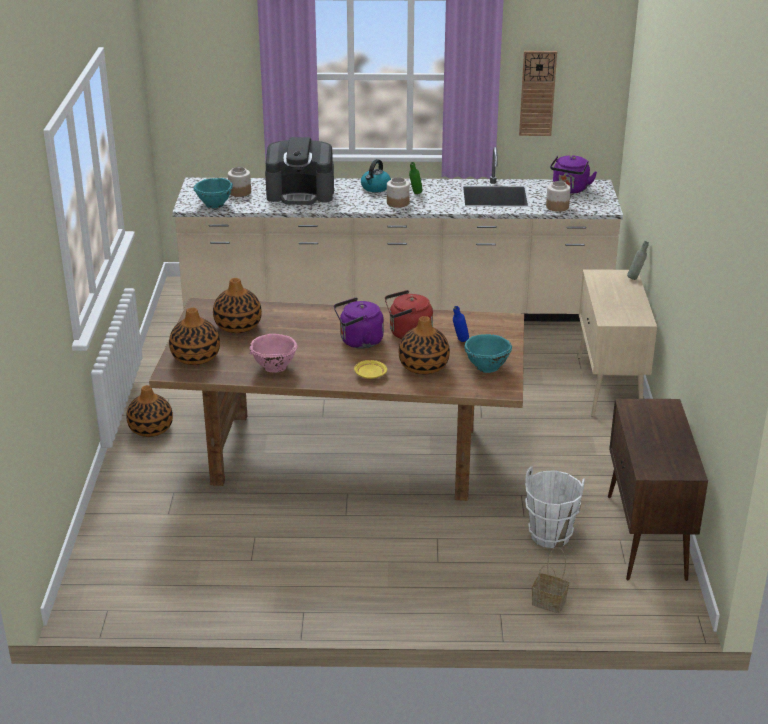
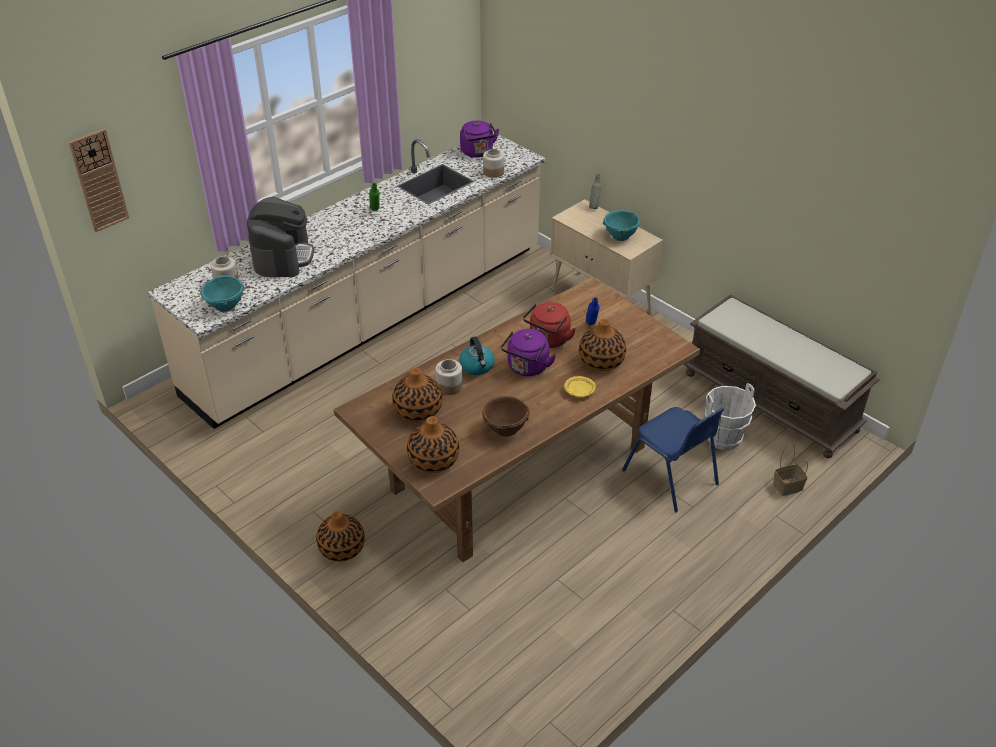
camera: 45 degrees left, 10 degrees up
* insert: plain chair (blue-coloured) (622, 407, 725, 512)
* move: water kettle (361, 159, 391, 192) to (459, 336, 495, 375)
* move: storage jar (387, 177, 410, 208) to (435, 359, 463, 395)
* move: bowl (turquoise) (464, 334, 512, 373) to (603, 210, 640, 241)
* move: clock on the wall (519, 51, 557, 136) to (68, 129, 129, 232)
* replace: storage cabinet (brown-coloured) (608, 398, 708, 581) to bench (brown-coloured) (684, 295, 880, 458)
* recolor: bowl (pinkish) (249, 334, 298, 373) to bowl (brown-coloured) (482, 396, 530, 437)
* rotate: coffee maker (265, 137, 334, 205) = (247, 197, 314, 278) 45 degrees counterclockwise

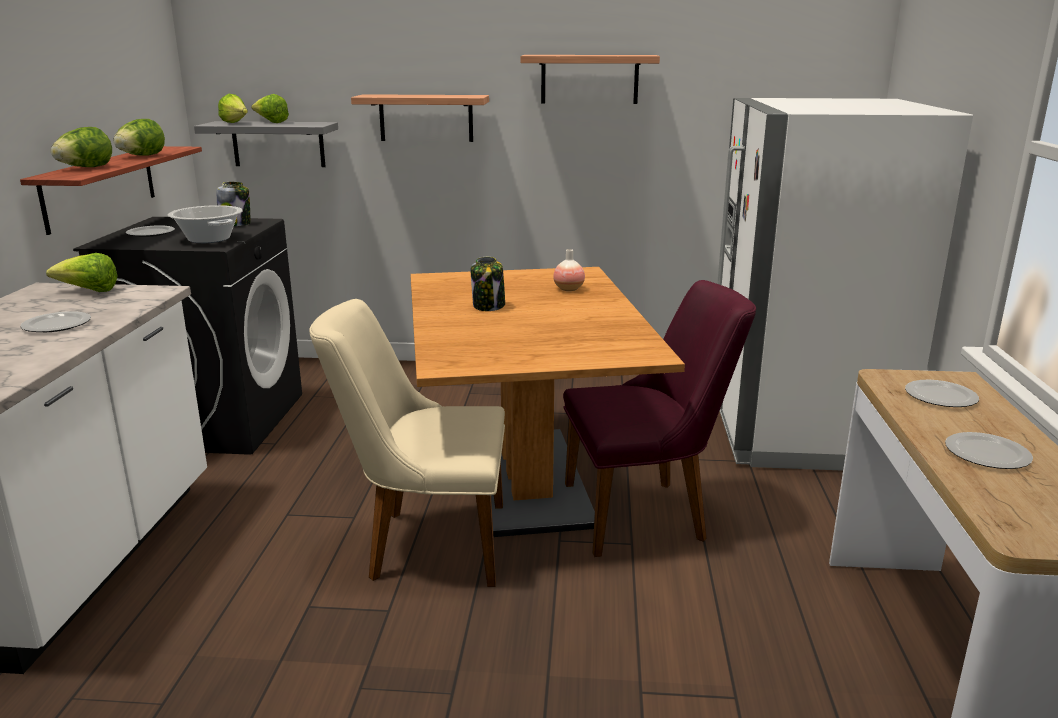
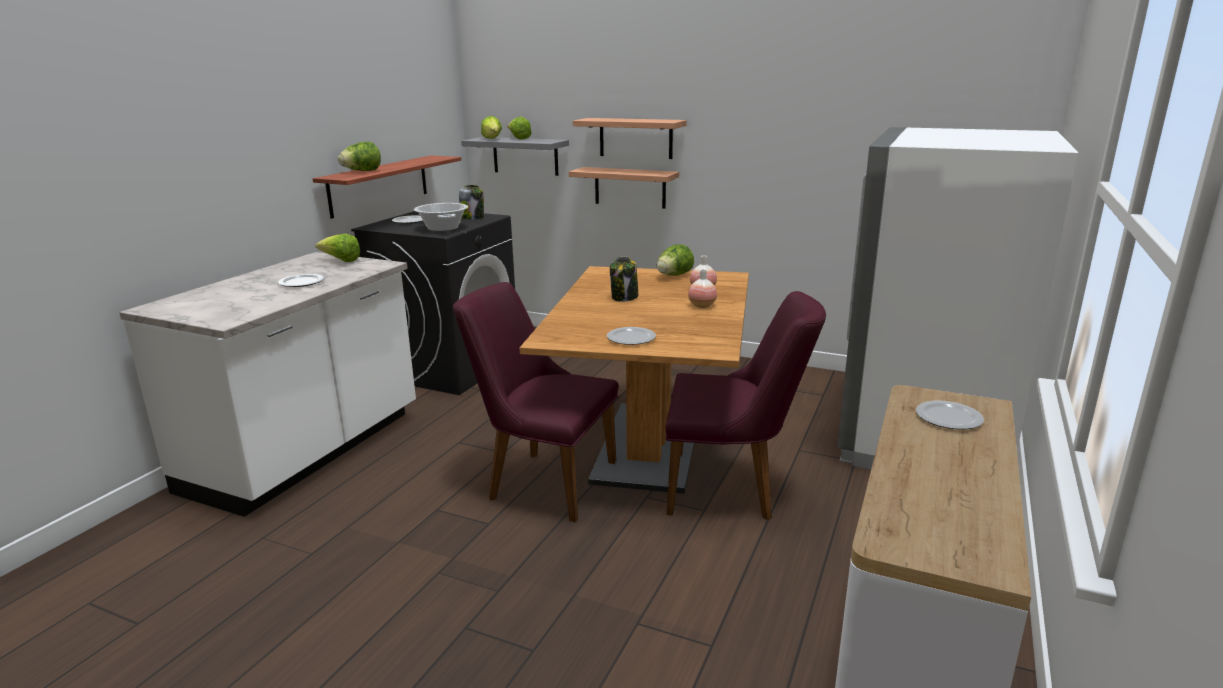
camera: 20 degrees right, 0 degrees up
* insert: decorative vase (688, 269, 717, 308)
* move: head of lettuce (114, 119, 165, 156) to (657, 244, 694, 276)
* move: shelf (520, 55, 660, 104) to (569, 167, 679, 209)
* move: dinner plate (945, 432, 1033, 469) to (607, 327, 656, 345)
* recolor: plain chair (beige) (309, 299, 505, 587) to plain chair (purplish) (453, 282, 619, 522)

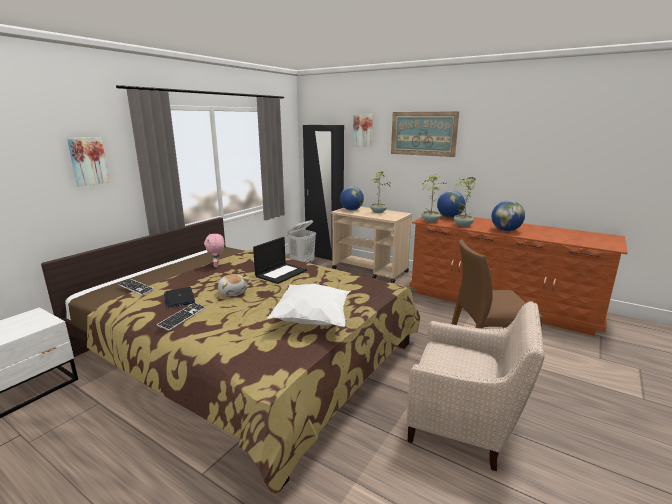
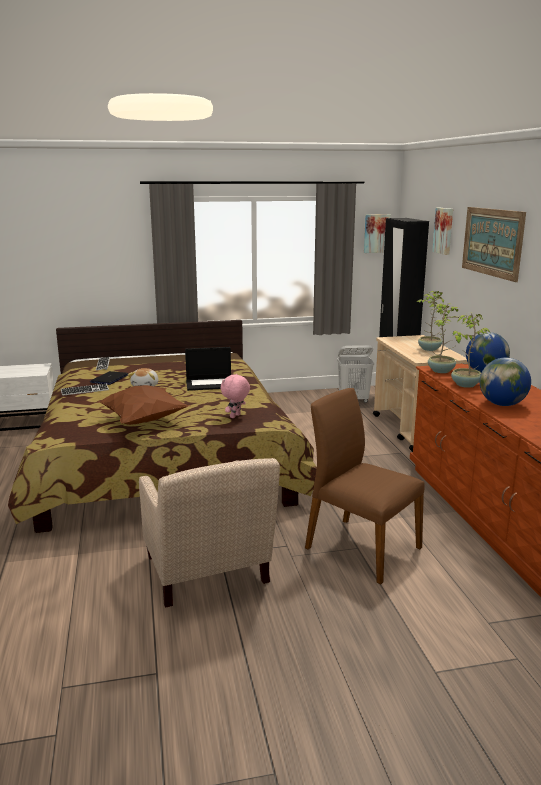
camera: 45 degrees right, 0 degrees up
* delete: world globe (340, 186, 364, 211)
* move: wall art (67, 137, 110, 186) to (364, 214, 390, 253)
* move: cuddly toy (pinkish) (204, 234, 224, 267) to (221, 374, 250, 418)
* recolor: throw pillow (white-coloured) (267, 284, 350, 327) to throw pillow (brown-coloured) (98, 385, 190, 425)

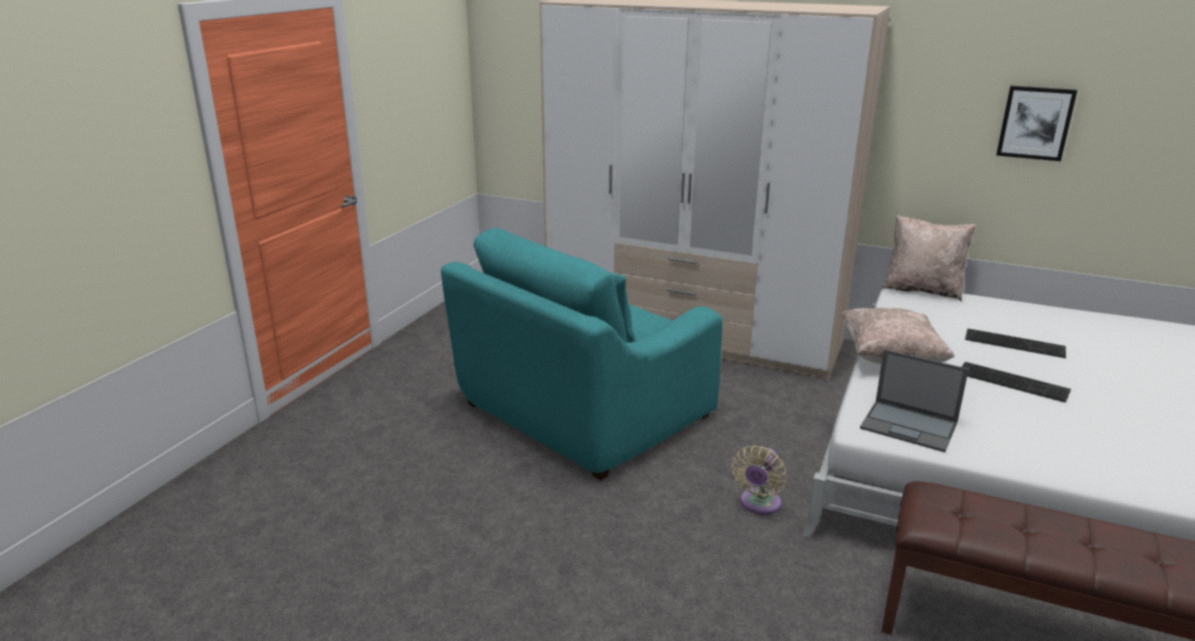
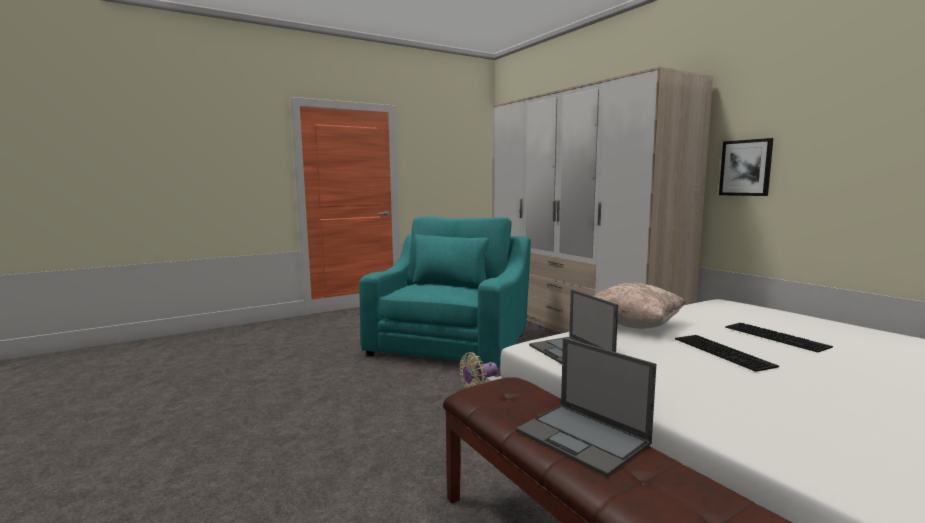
camera: 35 degrees right, 15 degrees down
* delete: throw pillow (beige) (882, 215, 976, 301)
* insert: portable computer (516, 338, 656, 477)
* move: wall art (996, 85, 1077, 161) to (719, 138, 773, 196)
* rotate: armchair (turquoise) (441, 227, 723, 481) = (359, 216, 531, 369) 120 degrees clockwise

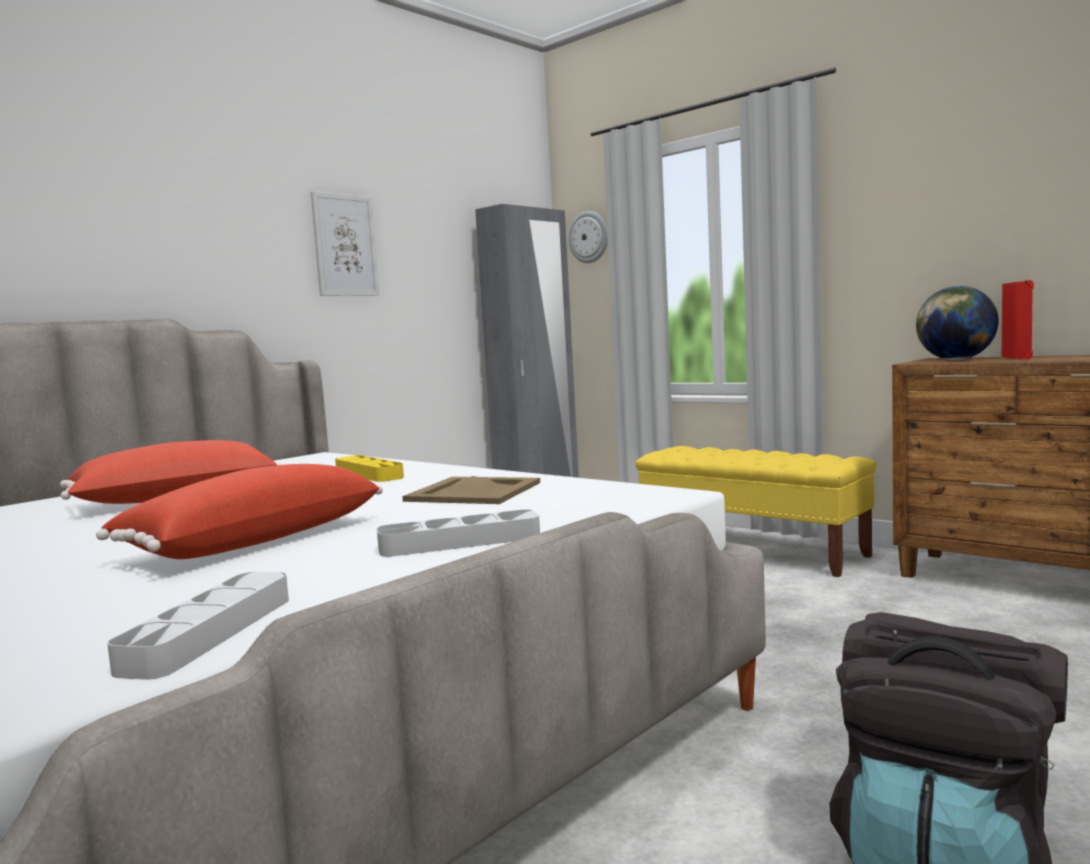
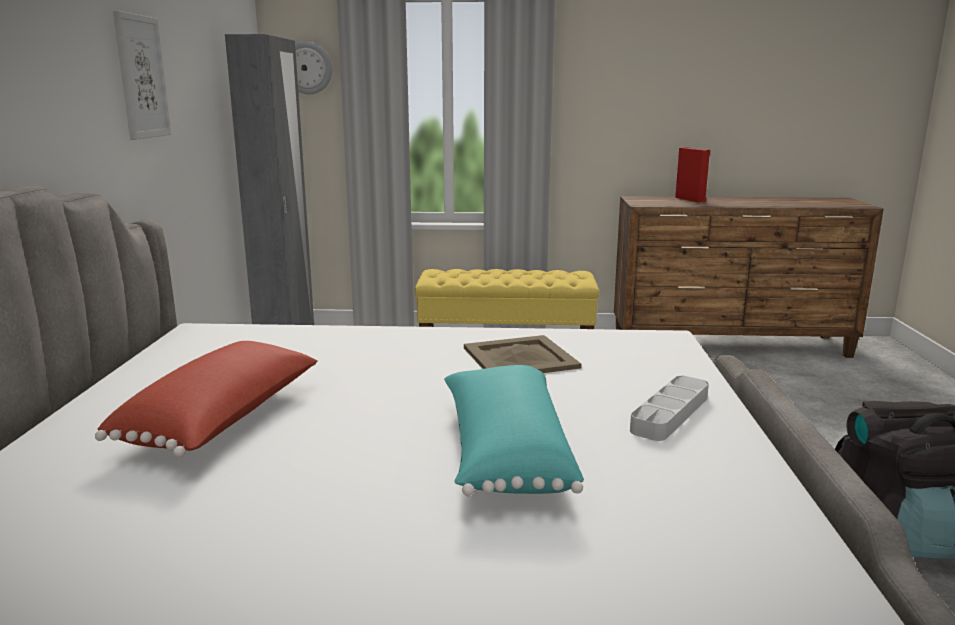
camera: 40 degrees left, 10 degrees up
* delete: serving tray (greyish) (107, 572, 289, 680)
* delete: serving tray (yellow-coloured) (335, 455, 404, 482)
* delete: world globe (916, 286, 999, 360)
* recolor: throw pillow (red) (96, 464, 383, 559) to throw pillow (turquoise) (444, 365, 584, 496)

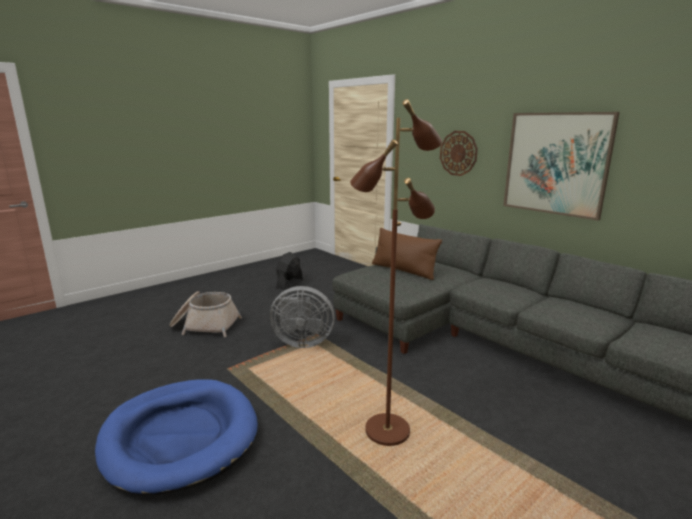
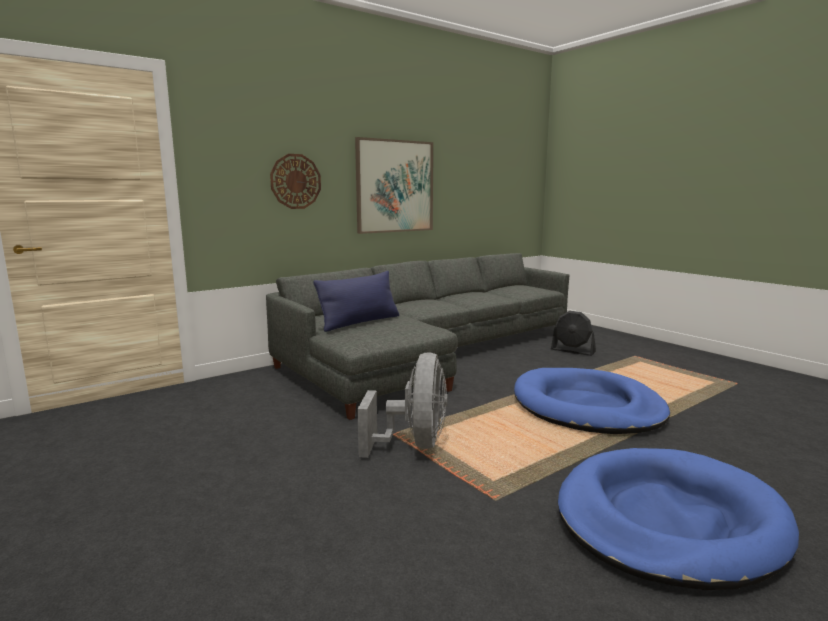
camera: 85 degrees left, 5 degrees down
* delete: storage basket (169, 291, 242, 337)
* move: fan (blackish) (276, 252, 303, 290) to (551, 311, 596, 356)
* replace: floor lamp (brown-coloured) (350, 99, 442, 446) to dog cushion (blue-coloured) (514, 368, 670, 434)
* recolor: throw pillow (brown-coloured) (372, 228, 442, 280) to throw pillow (blue-coloured) (313, 271, 399, 332)

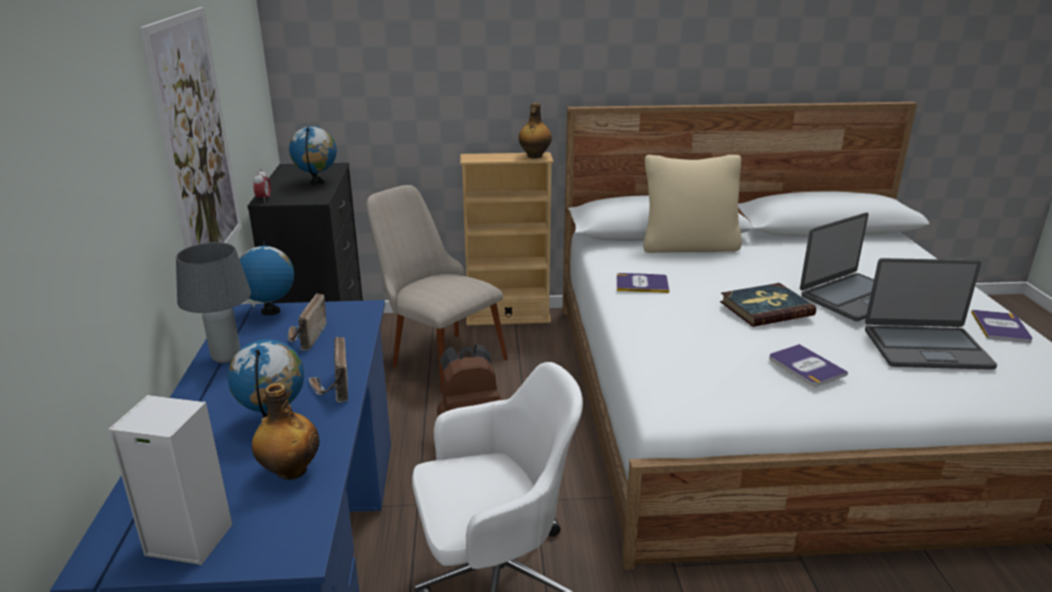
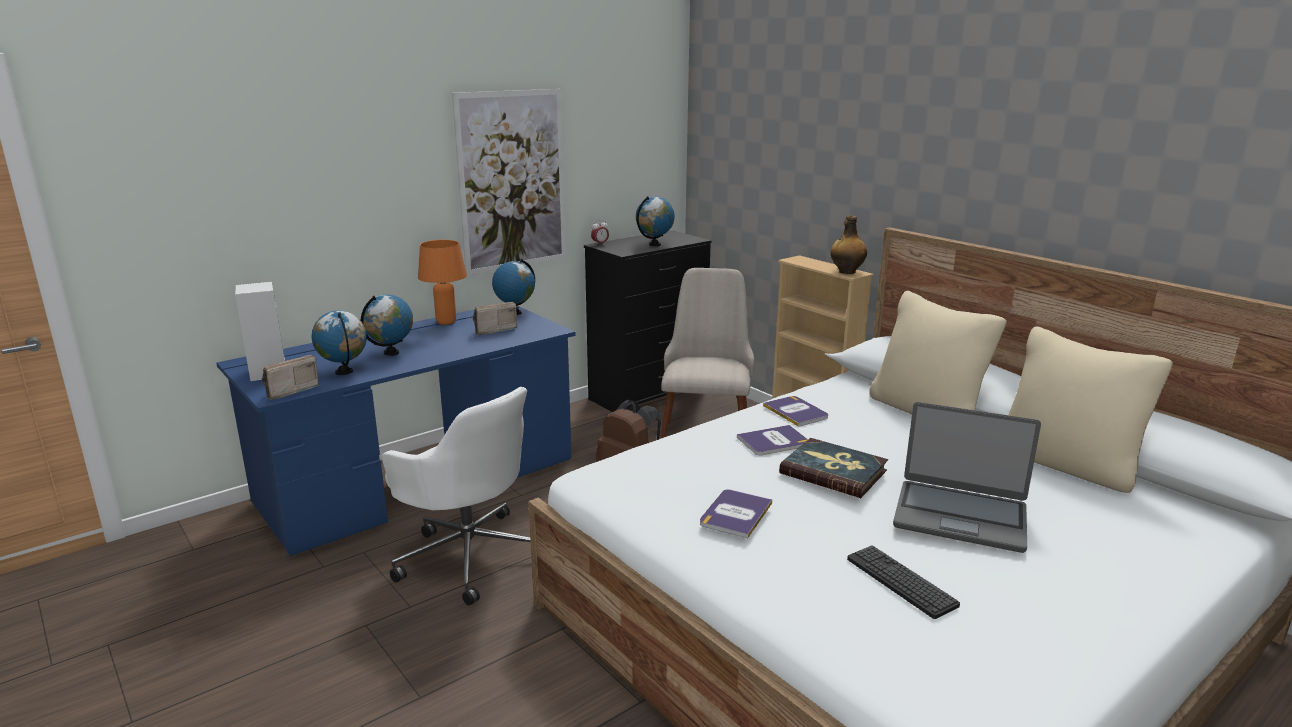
camera: 55 degrees right, 5 degrees down
* insert: throw pillow (beige) (1008, 326, 1173, 493)
* move: radio receiver (309, 337, 348, 403) to (262, 355, 320, 400)
* move: volume (971, 310, 1033, 343) to (737, 425, 808, 455)
* replace: bottle (252, 383, 320, 480) to world globe (312, 310, 367, 375)
* replace: portable computer (865, 258, 997, 370) to computer keyboard (847, 545, 960, 619)
* recolor: tabletop lamp (greyish) (176, 242, 251, 363) to tabletop lamp (orange) (418, 240, 467, 325)

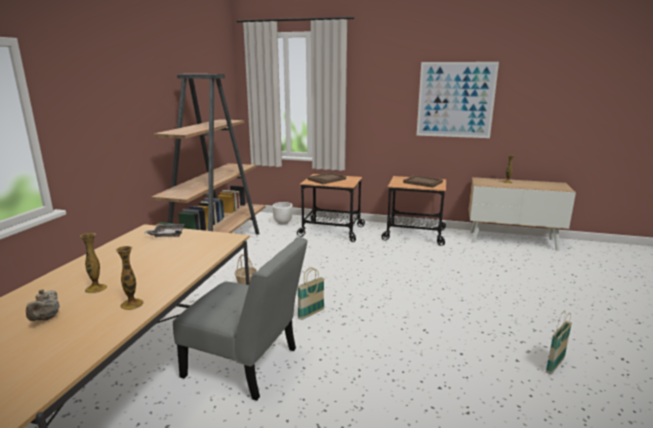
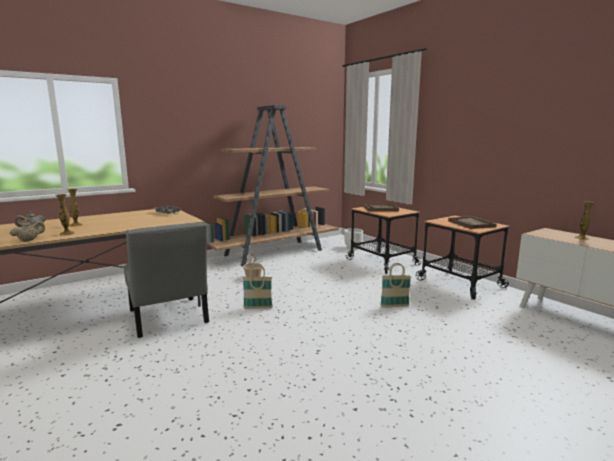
camera: 40 degrees right, 5 degrees down
* delete: wall art (417, 62, 499, 138)
* insert: teapot (beige) (9, 220, 45, 242)
* move: storage basket (546, 311, 572, 374) to (380, 263, 411, 307)

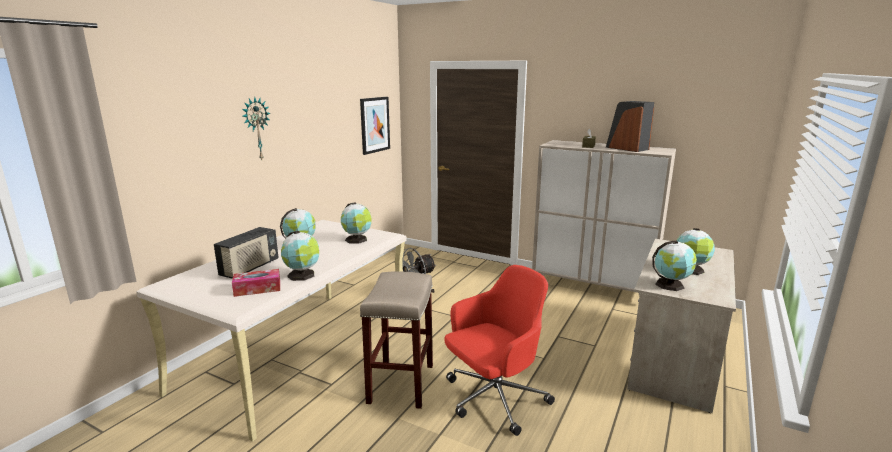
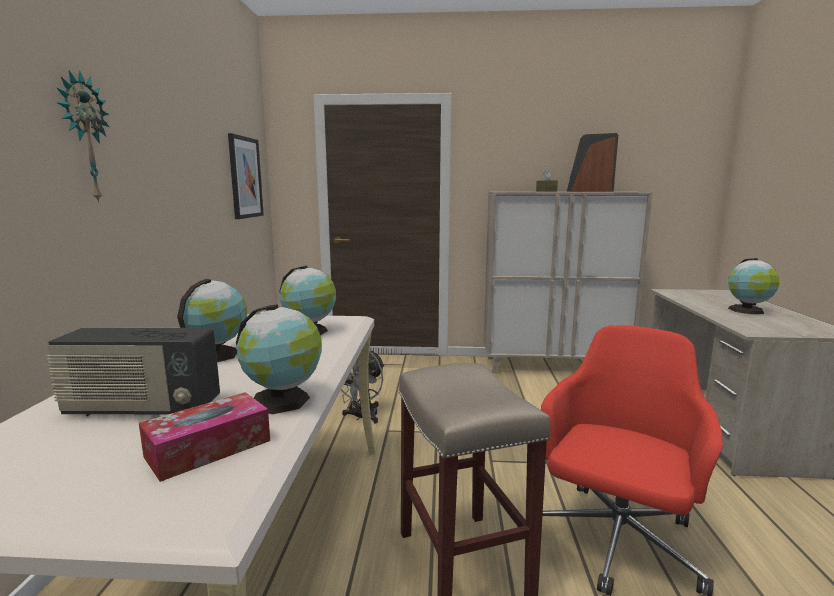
camera: 25 degrees left, 5 degrees down
* delete: world globe (652, 241, 697, 291)
* rotate: radio receiver (214, 227, 278, 279) = (47, 327, 220, 416) 90 degrees clockwise

